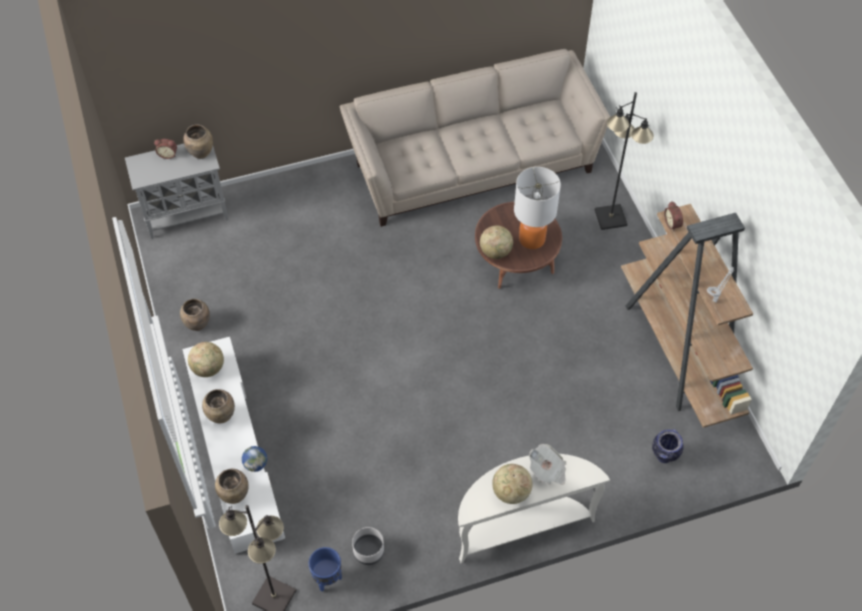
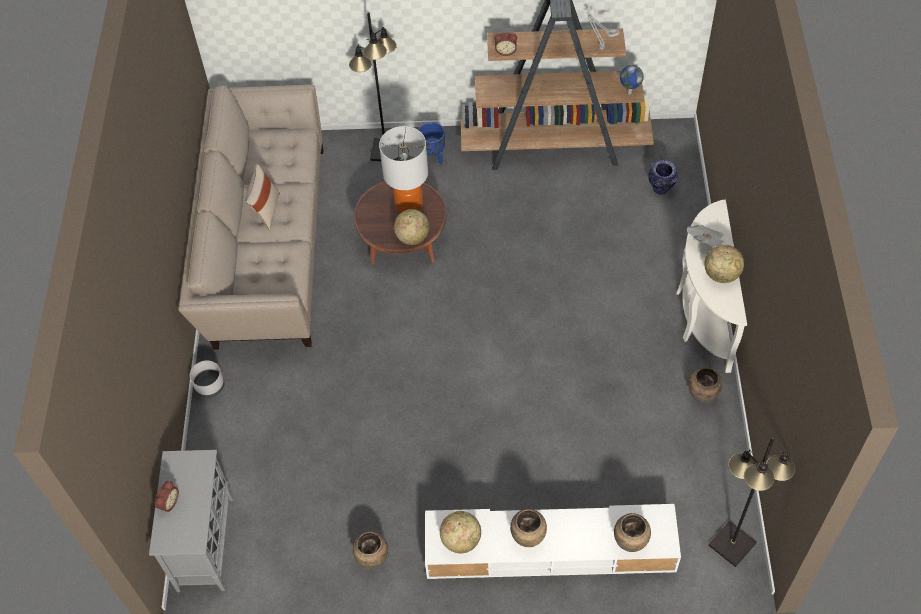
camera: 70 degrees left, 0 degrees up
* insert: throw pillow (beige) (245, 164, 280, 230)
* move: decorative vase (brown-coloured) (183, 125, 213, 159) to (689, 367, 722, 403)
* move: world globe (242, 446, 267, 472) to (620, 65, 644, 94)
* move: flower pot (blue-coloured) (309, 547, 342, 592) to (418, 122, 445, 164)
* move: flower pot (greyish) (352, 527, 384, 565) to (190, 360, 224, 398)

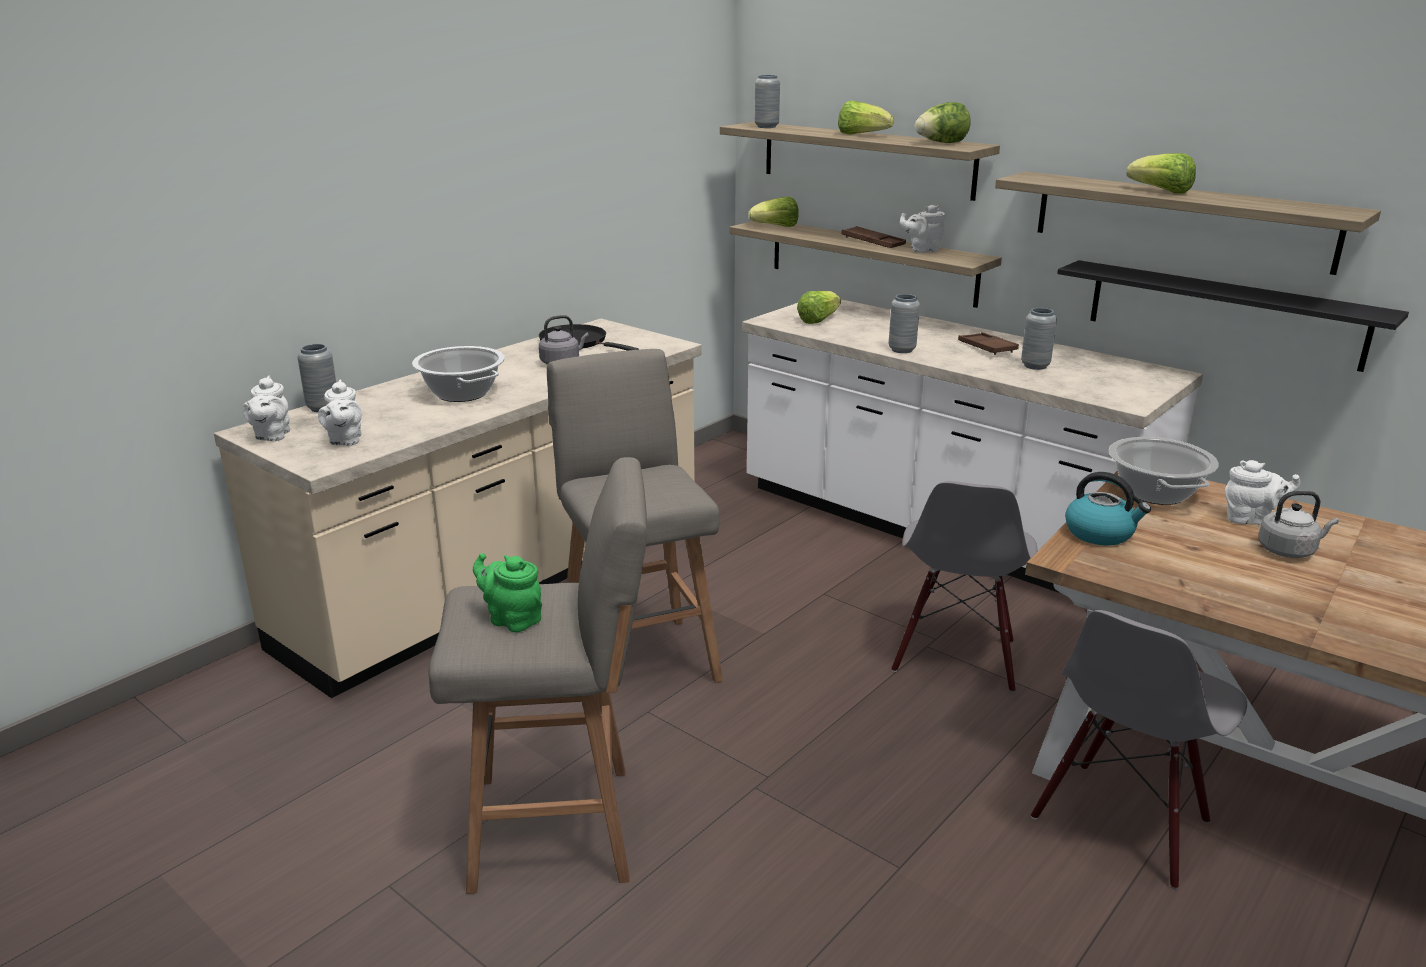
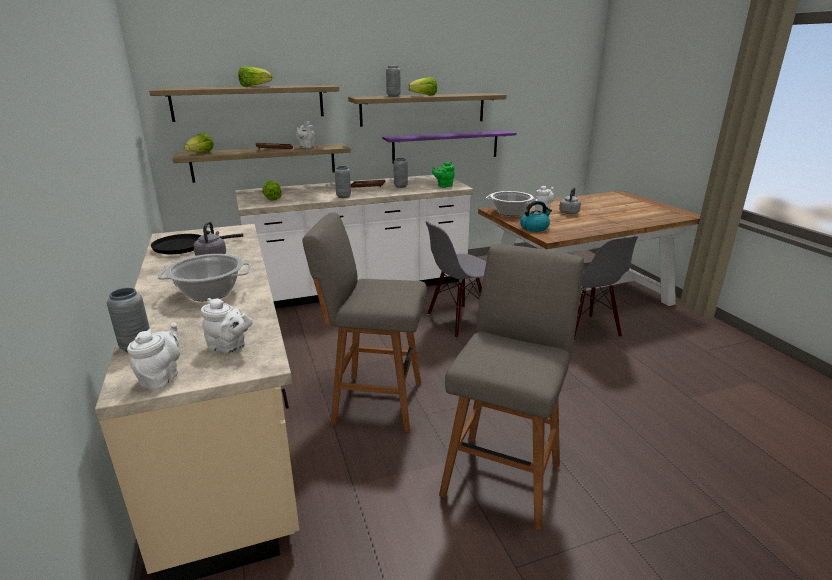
camera: 60 degrees left, 0 degrees up
* delete: head of lettuce (915, 102, 971, 143)
* move: teapot (greenish) (473, 553, 542, 632) to (432, 162, 455, 188)
* move: decorative vase (greyish) (755, 75, 780, 128) to (386, 66, 401, 97)
* recolor: shelf (blackish) (1057, 260, 1409, 372) to shelf (purplish) (382, 130, 516, 164)
* rotate: teapot (white-coloured) (243, 375, 290, 442) = (127, 323, 180, 390) 105 degrees counterclockwise
* rotate: plain chair (greyish) (891, 481, 1037, 693) = (425, 221, 486, 338) 105 degrees clockwise

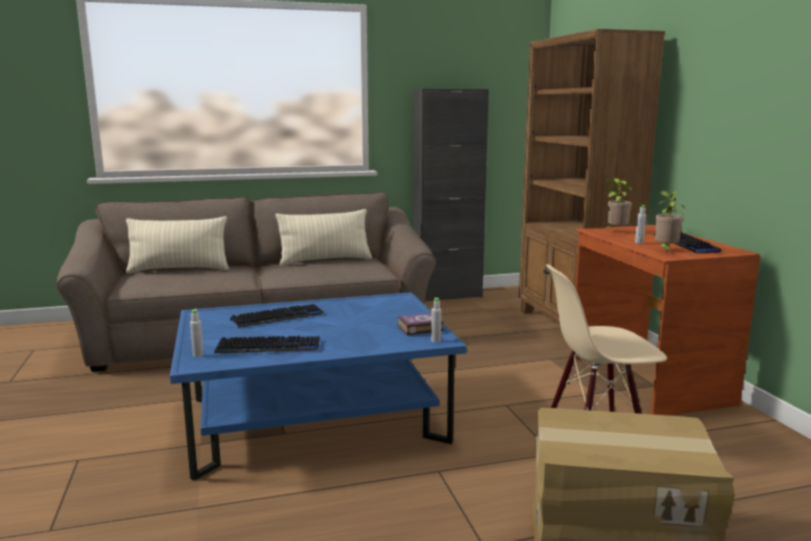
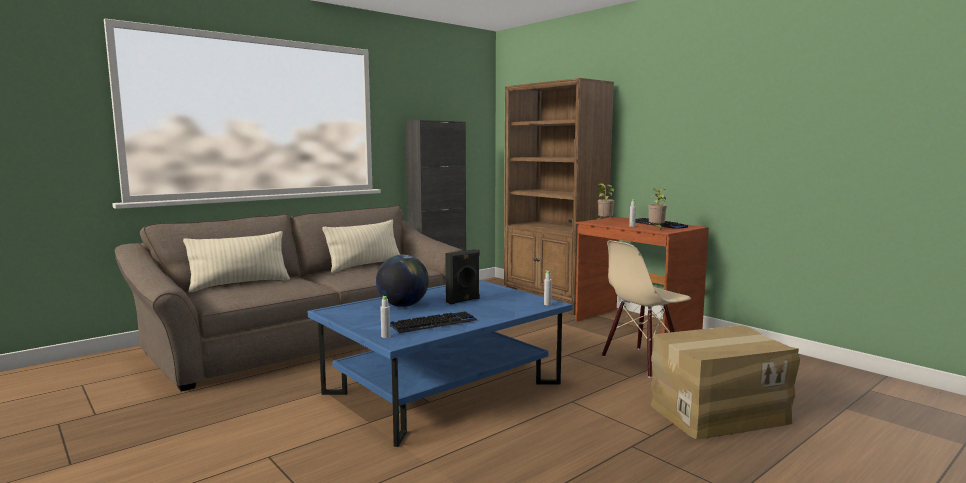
camera: 25 degrees left, 5 degrees down
* delete: volume (397, 313, 444, 335)
* insert: speaker (blackish) (445, 249, 480, 305)
* replace: computer keyboard (230, 304, 324, 328) to world globe (376, 255, 429, 307)

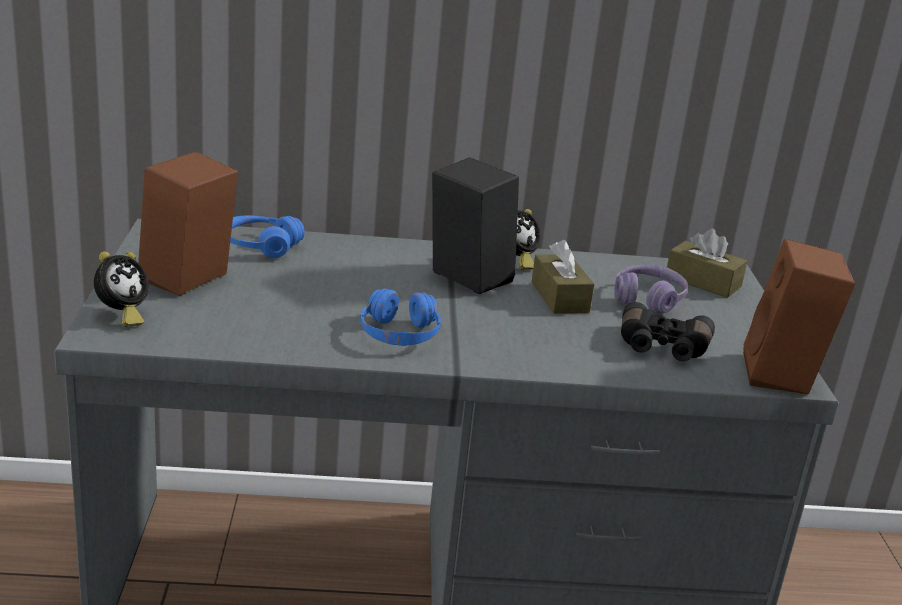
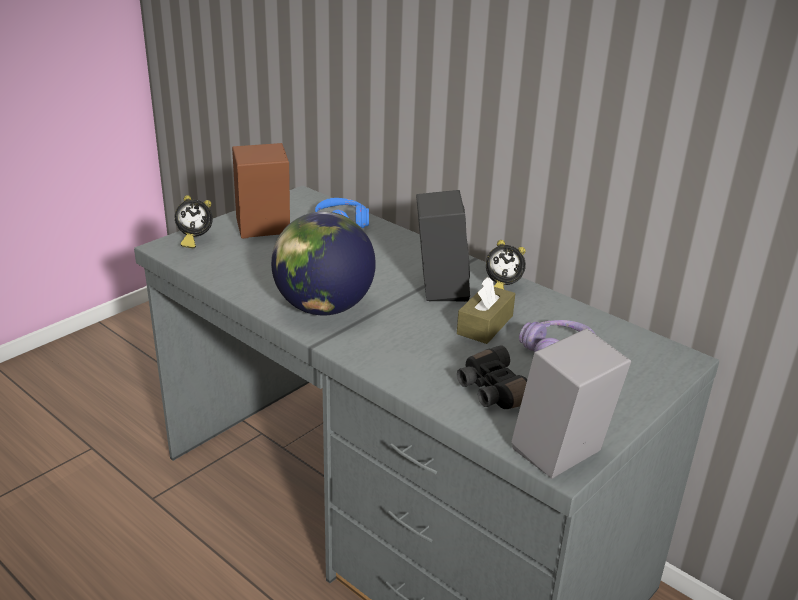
camera: 45 degrees right, 5 degrees up
* delete: tissue box (brown-coloured) (667, 229, 747, 298)
* replace: headset (blue-coloured) (360, 289, 441, 346) to world globe (271, 211, 376, 315)
* recolor: speaker (brown-coloured) (743, 239, 855, 394) to speaker (greyish) (511, 328, 631, 479)

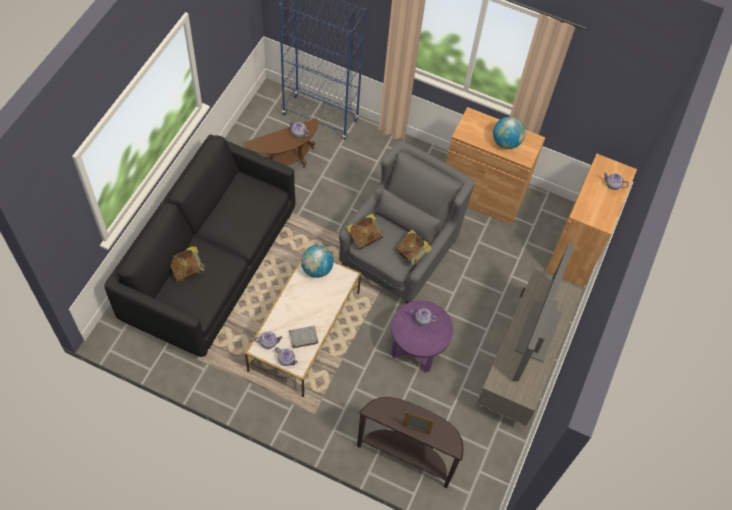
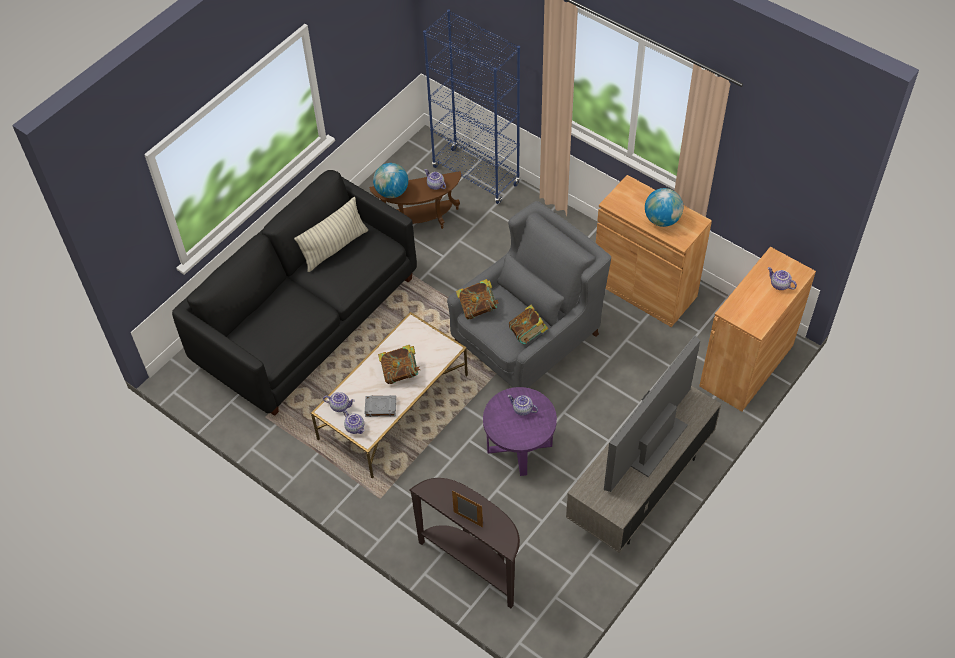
camera: 20 degrees right, 5 degrees down
* insert: throw pillow (294, 197, 368, 272)
* move: volume (171, 246, 205, 282) to (378, 345, 420, 384)
* move: world globe (301, 245, 333, 278) to (373, 163, 408, 198)

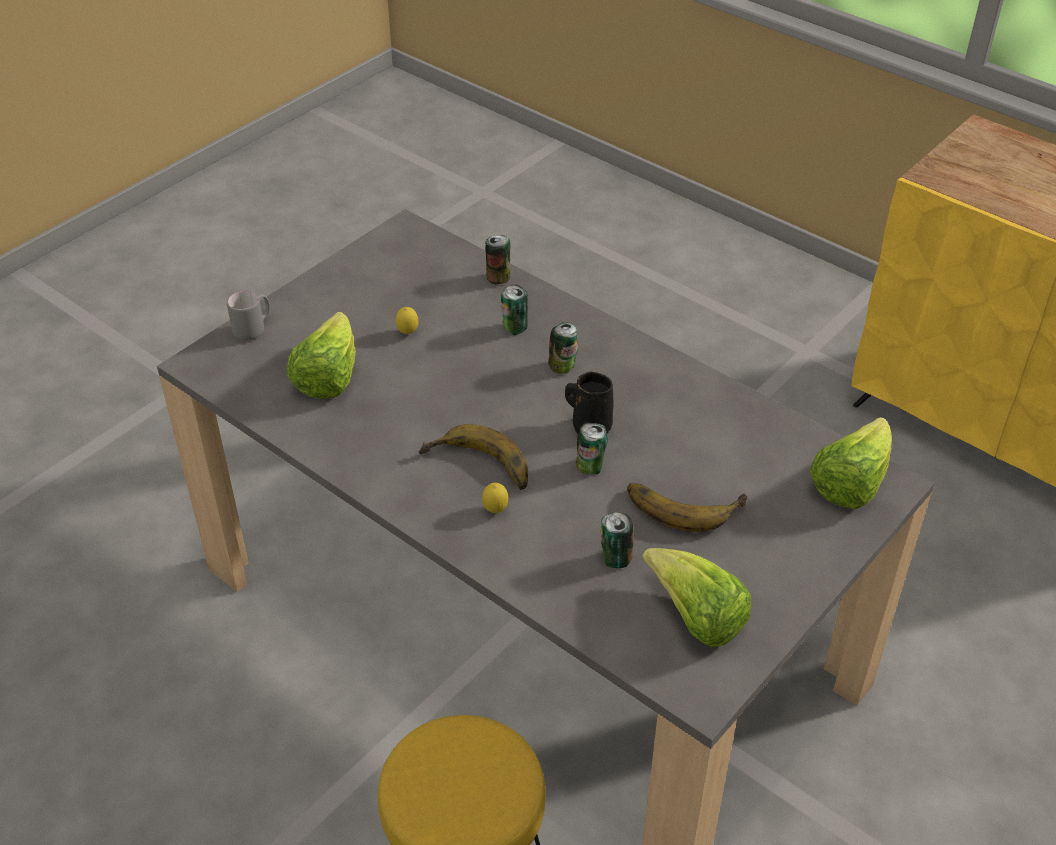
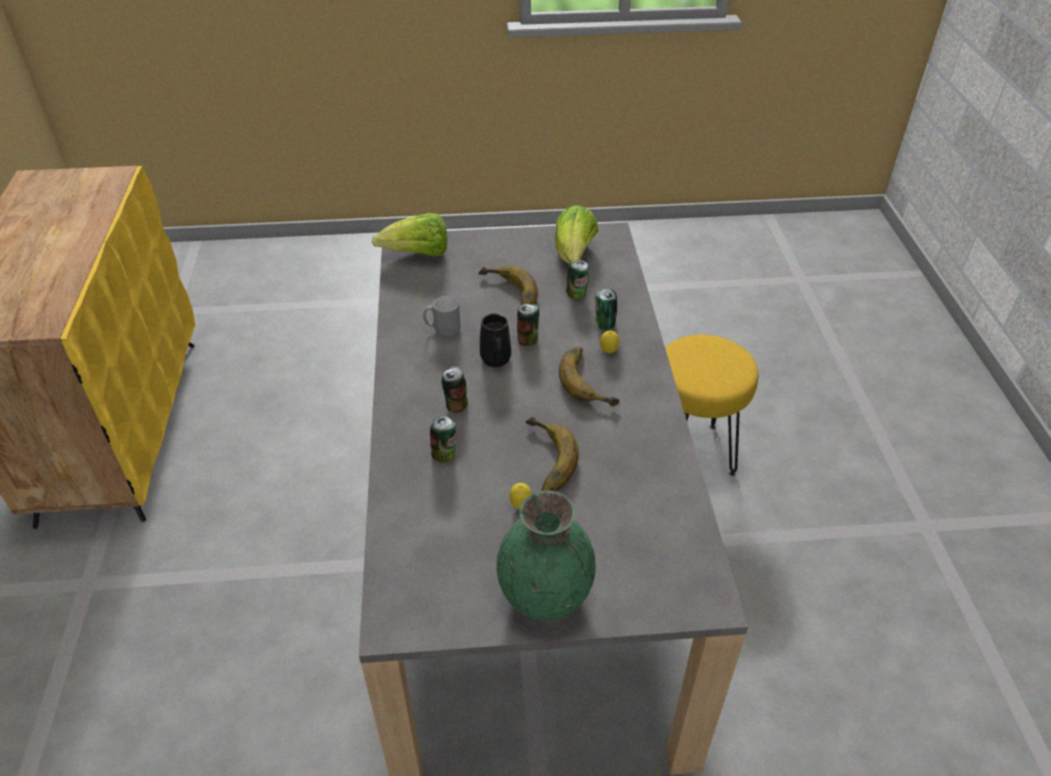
camera: 135 degrees left, 0 degrees up
* delete: head of lettuce (286, 312, 356, 399)
* insert: decorative vase (greenish) (497, 490, 596, 621)
* insert: whole banana (525, 417, 579, 492)
* move: mug (greyish) (227, 291, 270, 340) to (423, 296, 461, 336)
* move: can (485, 235, 511, 285) to (595, 289, 617, 329)

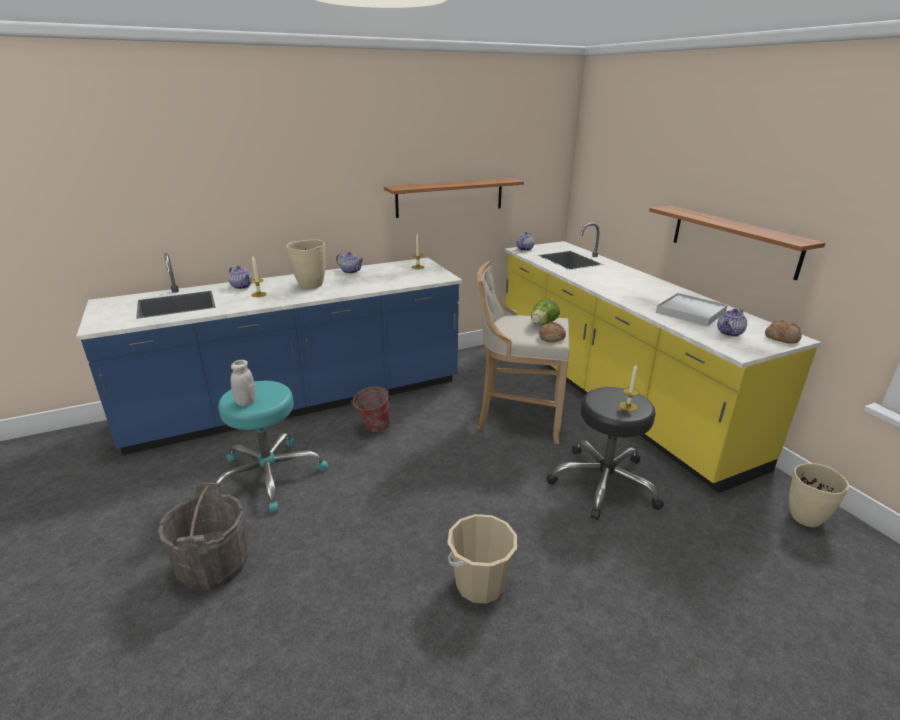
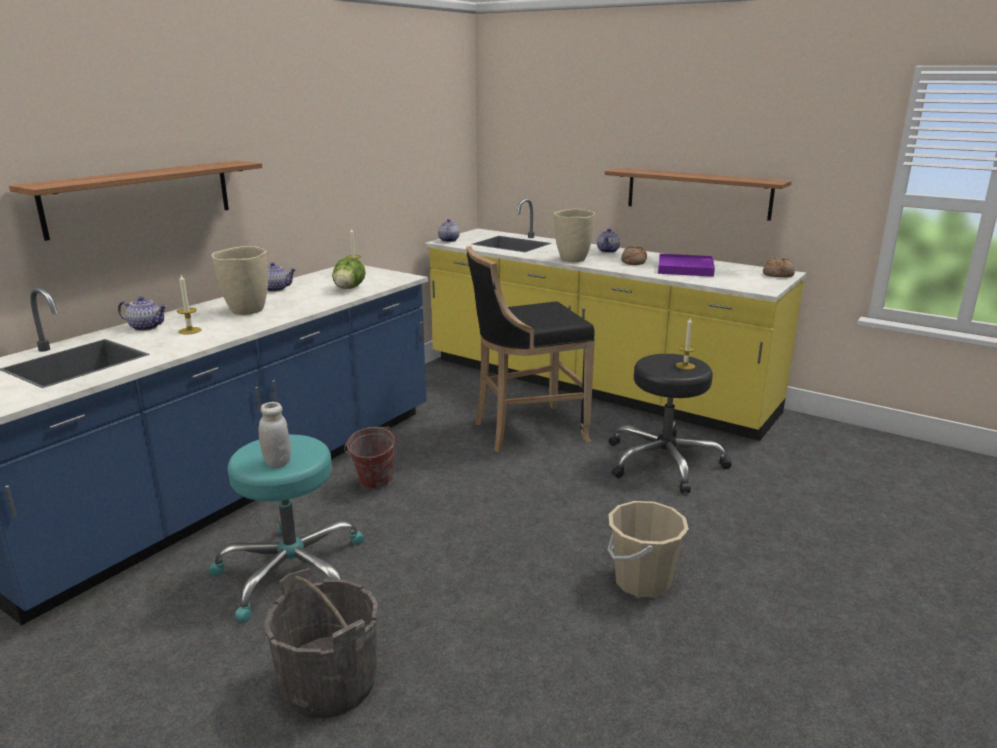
camera: 30 degrees left, 5 degrees down
* move: shelf (384, 178, 524, 218) to (9, 161, 262, 241)
* move: head of lettuce (531, 299, 560, 325) to (332, 257, 366, 289)
* move: bakery bread (539, 322, 566, 343) to (621, 246, 647, 265)
* move: teapot (717, 309, 747, 337) to (597, 229, 620, 253)
* move: decorative vase (beige) (789, 463, 849, 527) to (554, 209, 595, 262)
* recolor: stool (beige) (477, 261, 569, 444) to stool (blackish) (466, 246, 595, 452)
* recolor: serving tray (white-coloured) (656, 293, 728, 326) to serving tray (purplish) (658, 254, 715, 277)

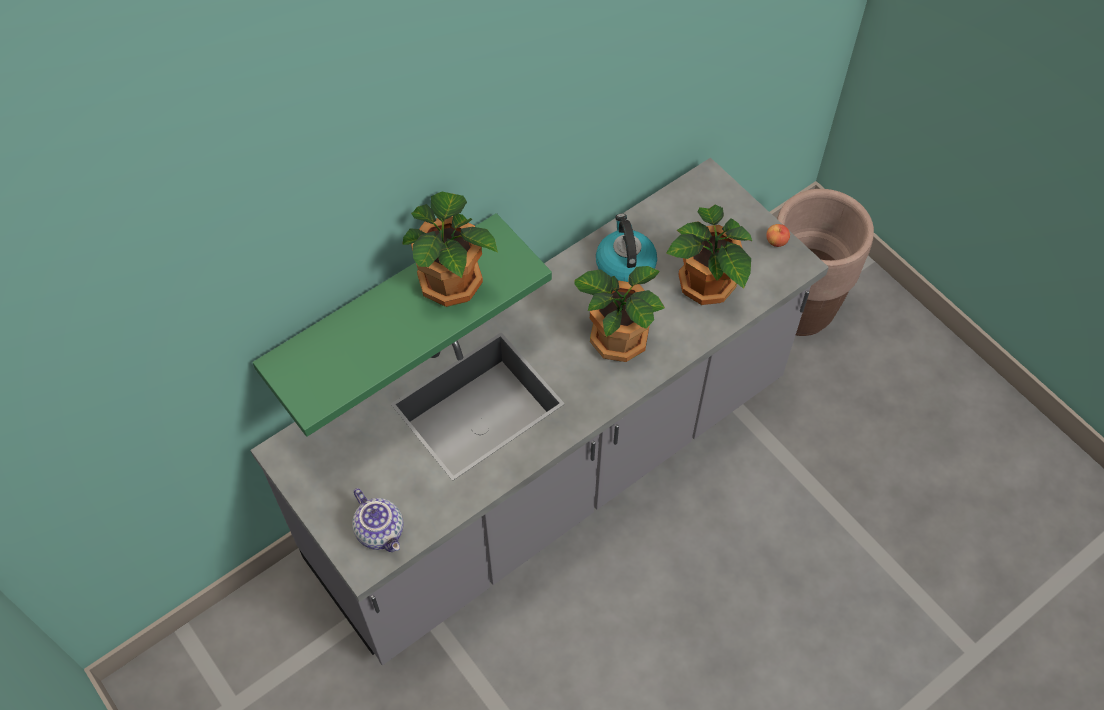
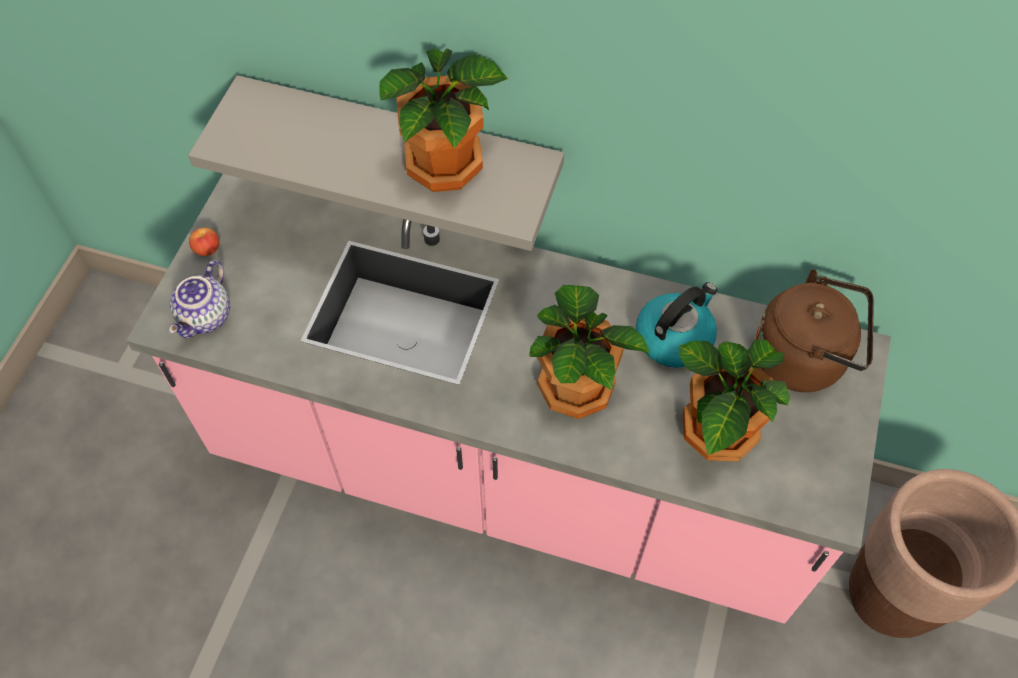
camera: 55 degrees right, 0 degrees up
* insert: water kettle (brown-coloured) (755, 270, 874, 392)
* move: whole apple (766, 224, 790, 247) to (189, 228, 219, 256)
* recolor: counter (greyish) (250, 157, 829, 665) to counter (pinkish) (126, 174, 891, 624)
* recolor: shelf (greenish) (253, 213, 552, 437) to shelf (greyish) (188, 75, 564, 251)

